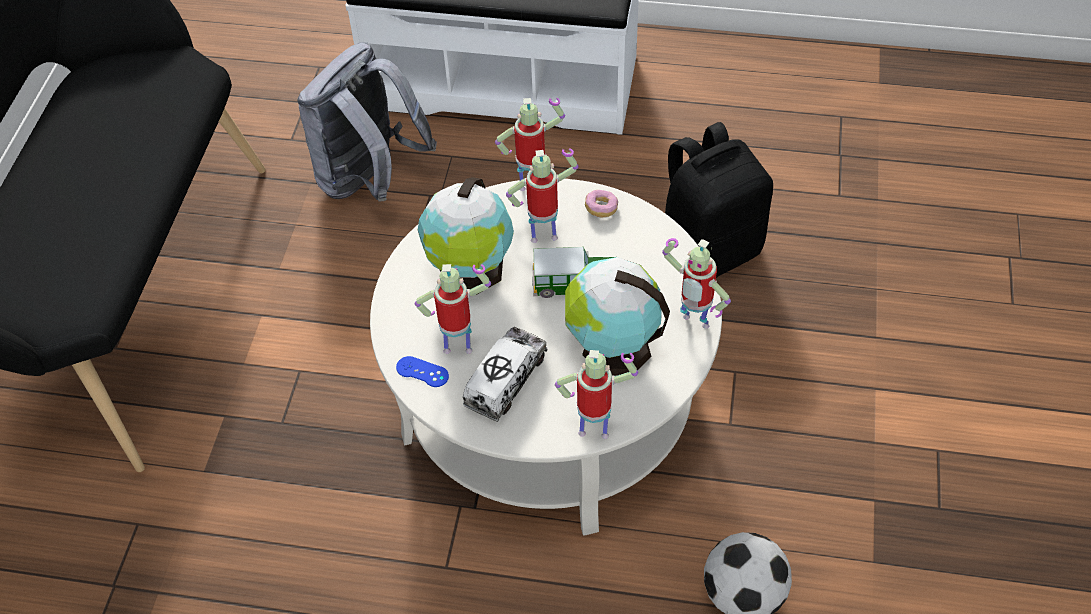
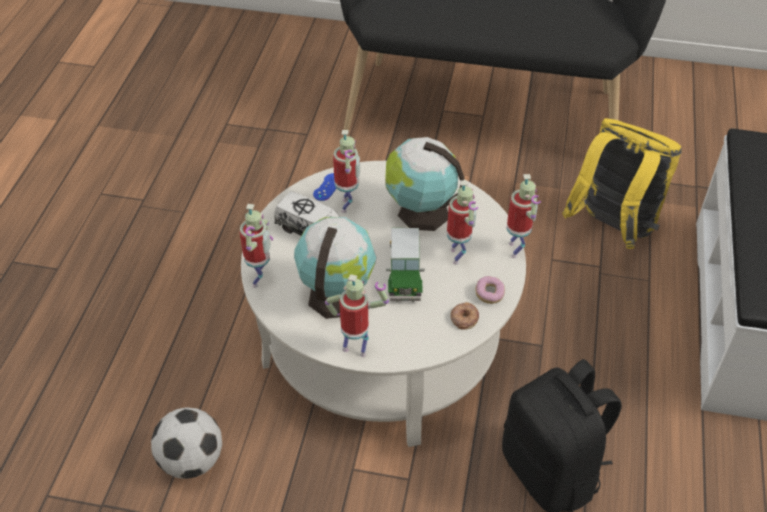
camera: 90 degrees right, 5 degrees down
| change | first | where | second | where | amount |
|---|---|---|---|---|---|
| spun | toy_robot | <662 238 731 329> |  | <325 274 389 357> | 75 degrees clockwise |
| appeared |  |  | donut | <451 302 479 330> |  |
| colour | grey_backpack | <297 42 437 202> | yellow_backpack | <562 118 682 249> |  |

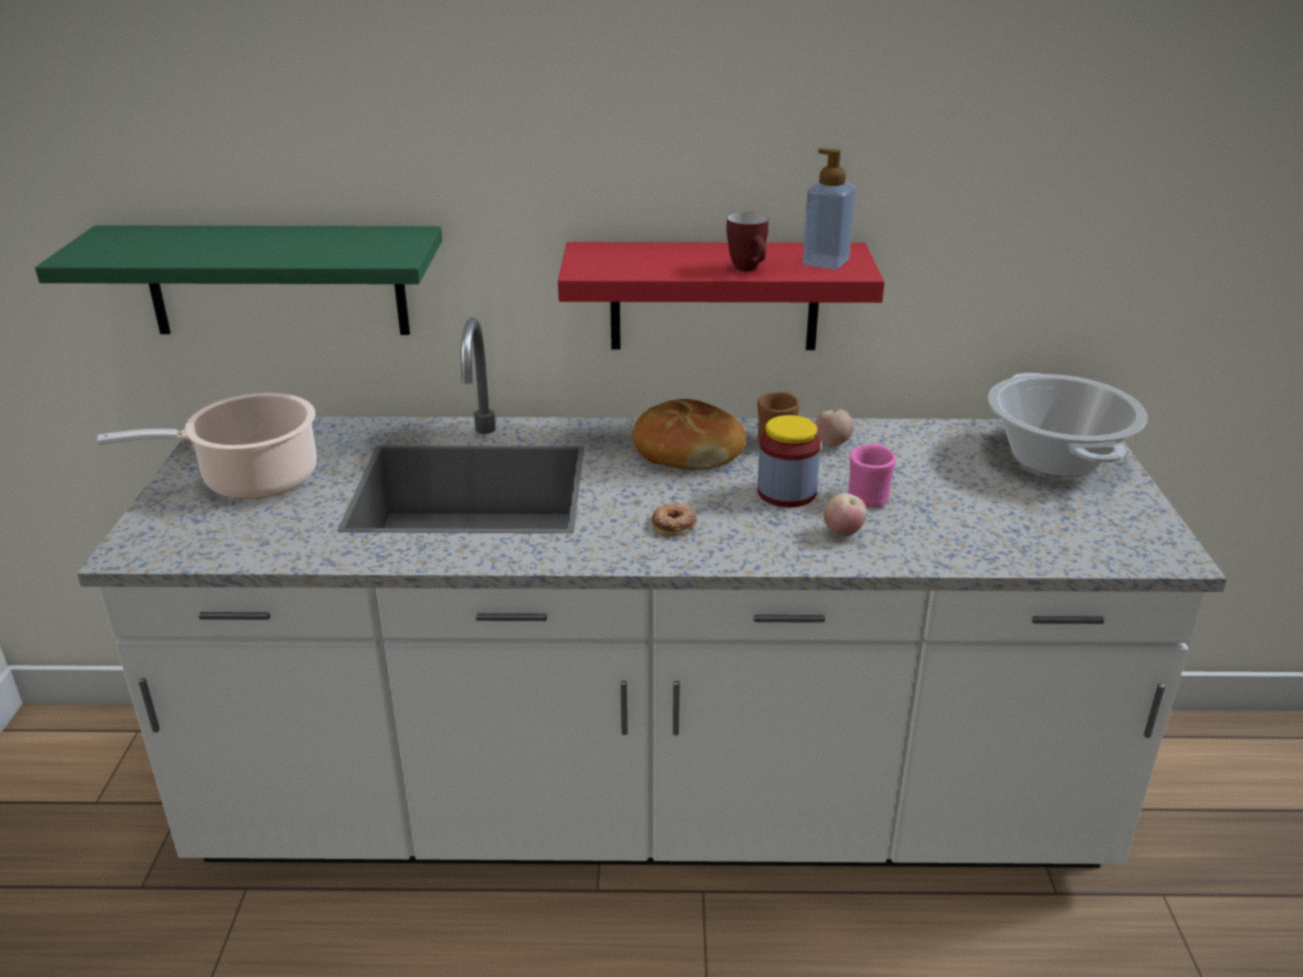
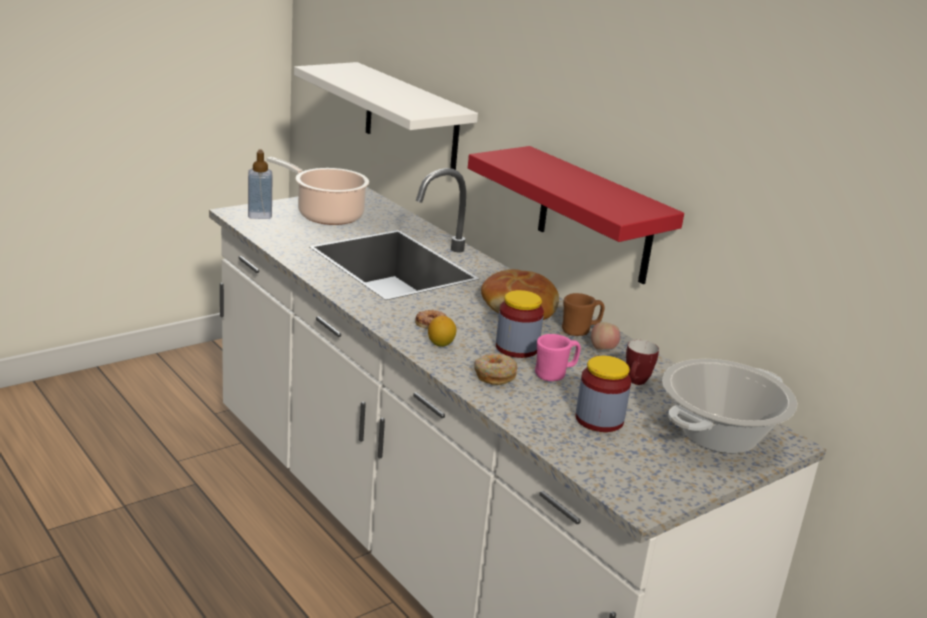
camera: 50 degrees right, 5 degrees down
| change | first | where | second | where | amount |
|---|---|---|---|---|---|
| relocated | soap_dispenser | <802 148 856 270> |  | <248 150 272 219> |  |
| colour | green_shelf | <35 225 442 335> | white_shelf | <294 62 478 170> |  |
| appeared |  |  | lemon | <428 316 456 347> |  |
| exchanged | apple | <824 493 867 536> | donut | <475 353 517 385> |  |
| appeared |  |  | jar | <575 356 631 432> |  |
| relocated | mug | <726 212 769 271> |  | <626 340 659 385> |  |

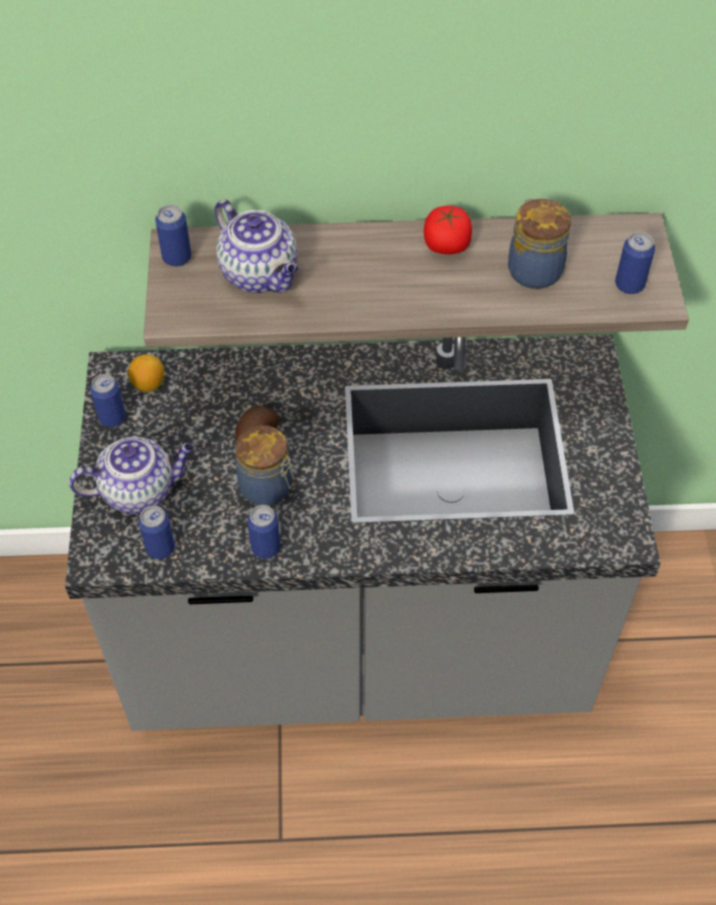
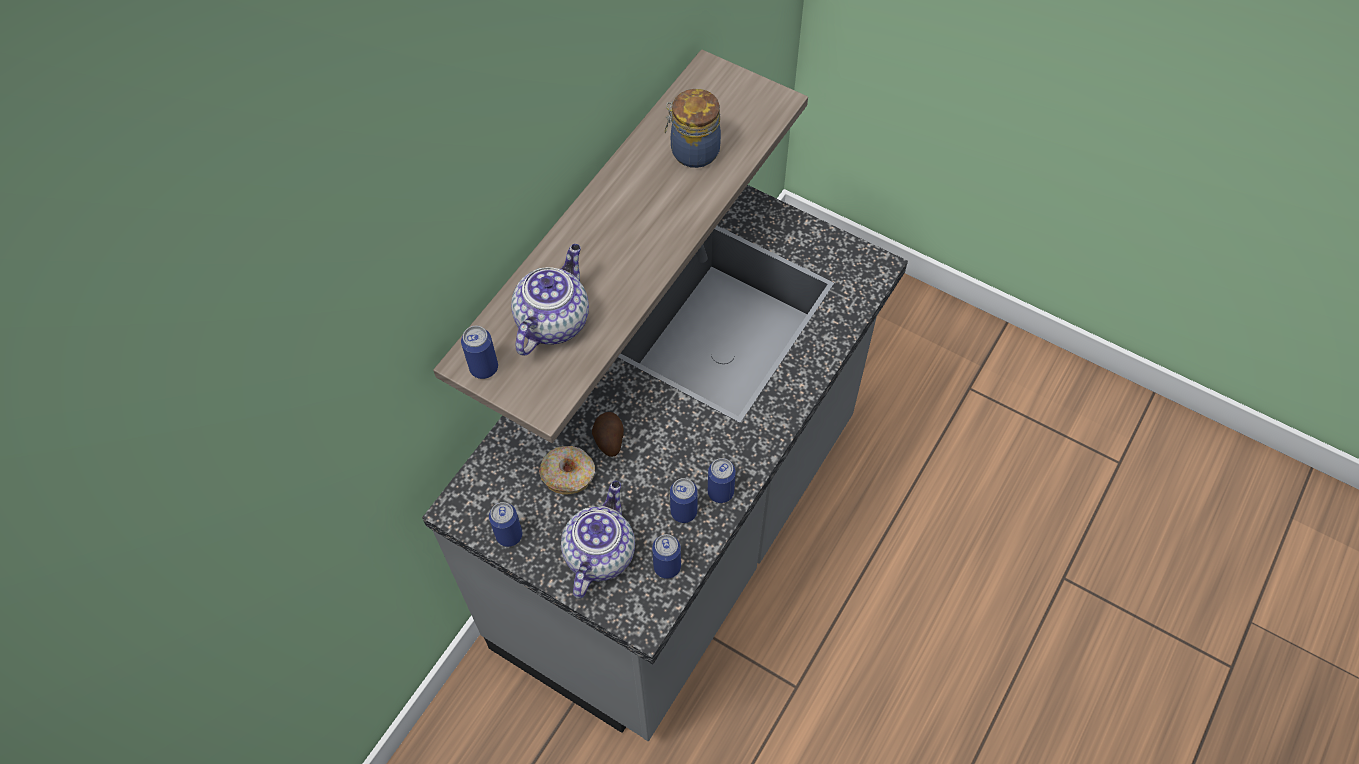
camera: 55 degrees left, 5 degrees up
| change | first | where | second | where | amount |
|---|---|---|---|---|---|
| spun | teapot | <214 199 299 293> |  | <511 244 589 355> | 60 degrees counterclockwise |
| appeared |  |  | donut | <539 446 595 495> |  |
| relocated | can | <615 232 655 294> |  | <670 478 698 523> |  |
| missing | lemon | <128 354 164 392> |  |  |  |
| missing | jar | <235 425 295 506> |  |  |  |
| missing | tomato | <424 206 472 255> |  |  |  |

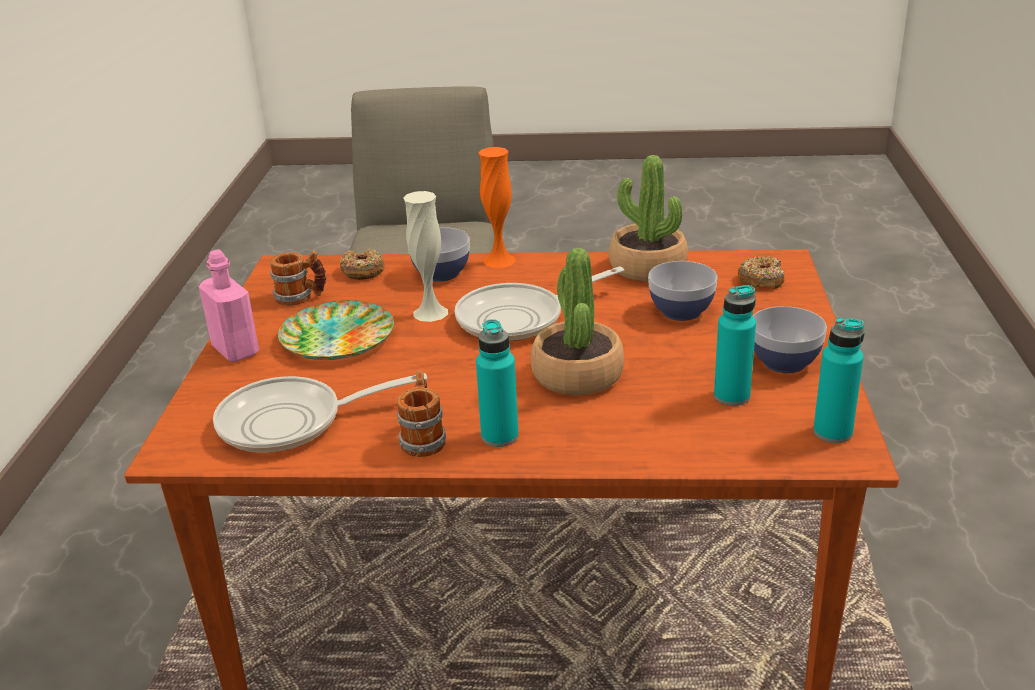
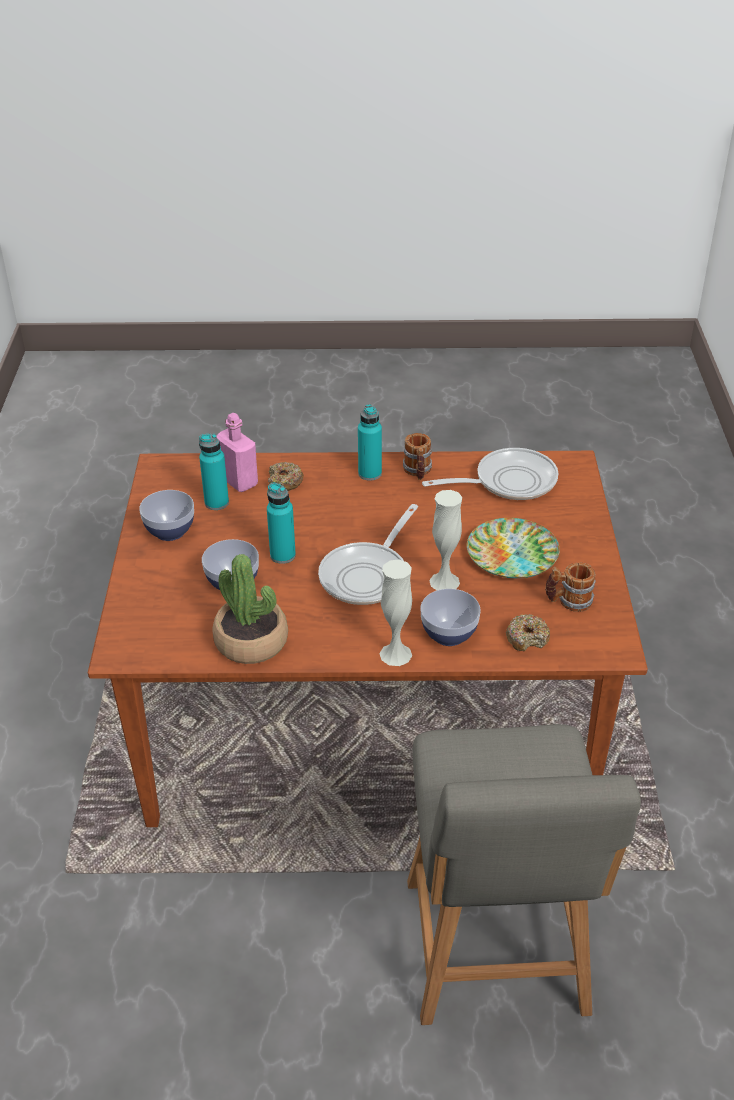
camera: 175 degrees right, 10 degrees up
| change | first | where | second | where | amount |
|---|---|---|---|---|---|
| relocated | pink_bottle | <199 249 259 362> |  | <217 413 258 492> |  |
| relocated | turquoise_bottle | <813 317 865 443> |  | <267 483 296 564> |  |
| relocated | donut | <738 256 784 289> |  | <268 462 304 491> |  |
| spun | frying_pan | <455 266 624 341> |  | <318 504 418 605> | 150 degrees clockwise |
| colour | orange_vase | <479 147 516 268> | white_vase | <379 560 412 666> |  |
| missing | potted_plant | <531 248 624 395> |  |  |  |

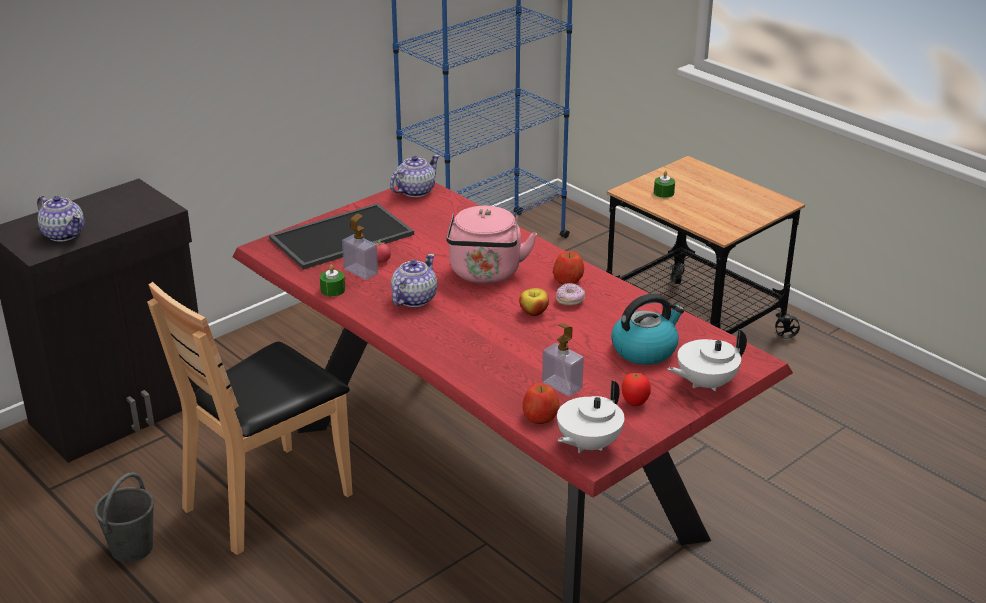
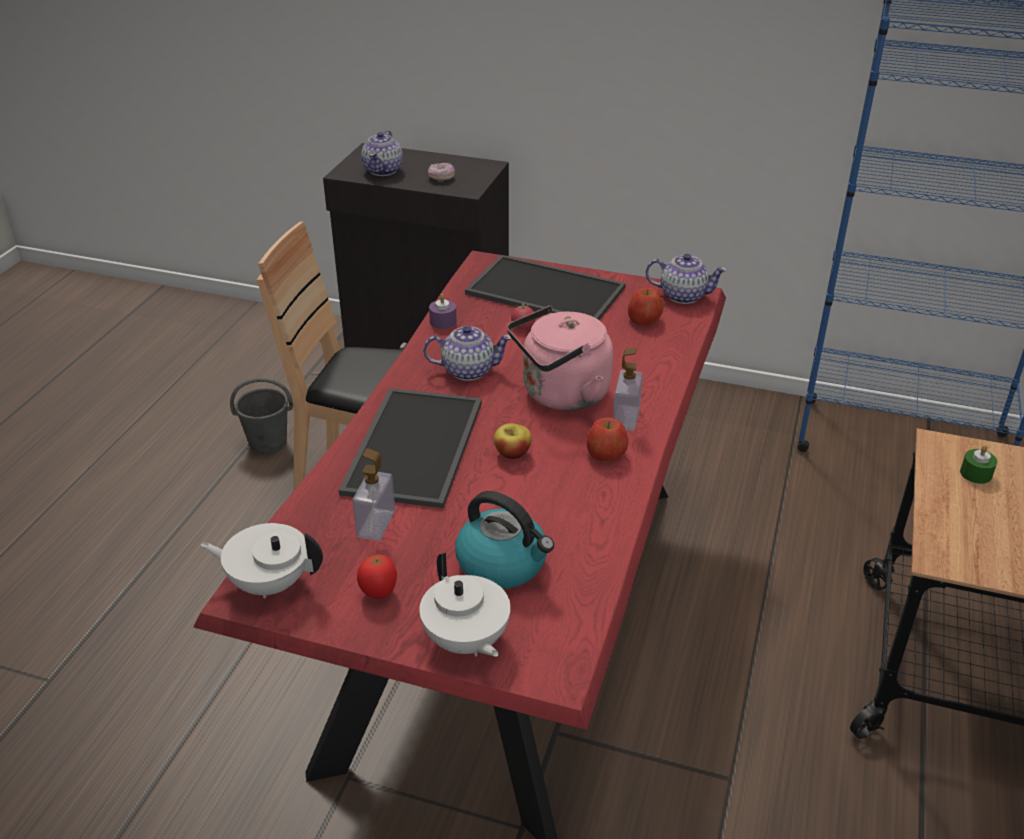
camera: 60 degrees right, 5 degrees up
| change | first | where | second | where | amount |
|---|---|---|---|---|---|
| appeared |  |  | tray | <339 388 482 508> |  |
| spun | white_teapot | <668 329 747 391> |  | <419 553 511 657> | 150 degrees counterclockwise |
| relocated | donut | <556 283 585 306> |  | <428 163 455 180> |  |
| colour | green_candle | <320 264 345 296> | purple_candle | <429 294 457 329> |  |
| relocated | soap_dispenser | <342 213 378 280> |  | <613 348 643 431> |  |
| relocated | apple | <523 383 560 424> |  | <628 287 663 325> |  |

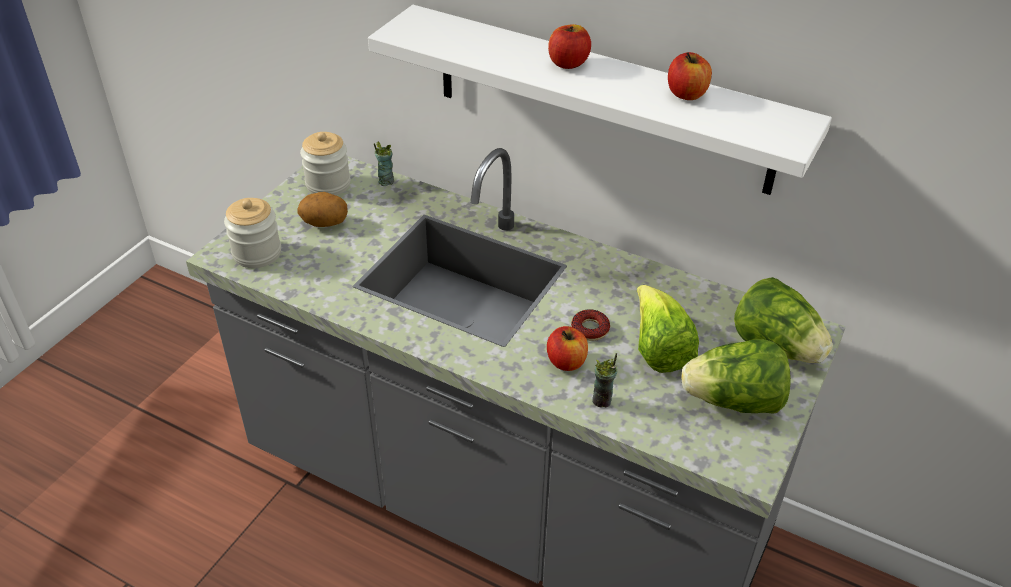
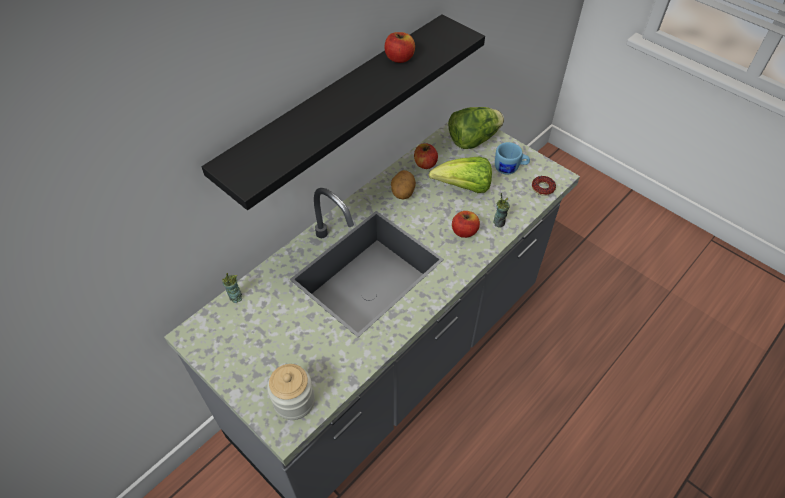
camera: 75 degrees left, 10 degrees up
| change | first | where | second | where | amount |
|---|---|---|---|---|---|
| colour | white_shelf | <368 5 832 195> | black_shelf | <202 14 485 210> |  |
| relocated | potato | <297 192 348 227> |  | <391 170 416 200> |  |
| relocated | apple | <548 24 591 69> |  | <414 143 438 169> |  |
| exchanged | lettuce | <681 339 791 414> | blue_mug | <495 142 530 174> |  |
| relocated | donut | <571 309 610 341> |  | <532 176 556 196> |  |
| missing | jar | <300 132 350 195> |  |  |  |

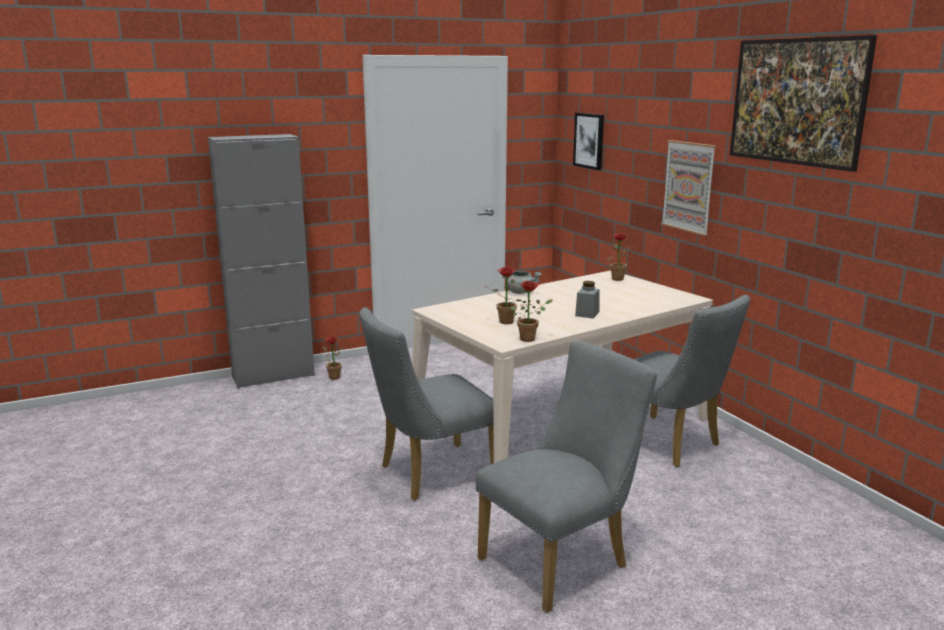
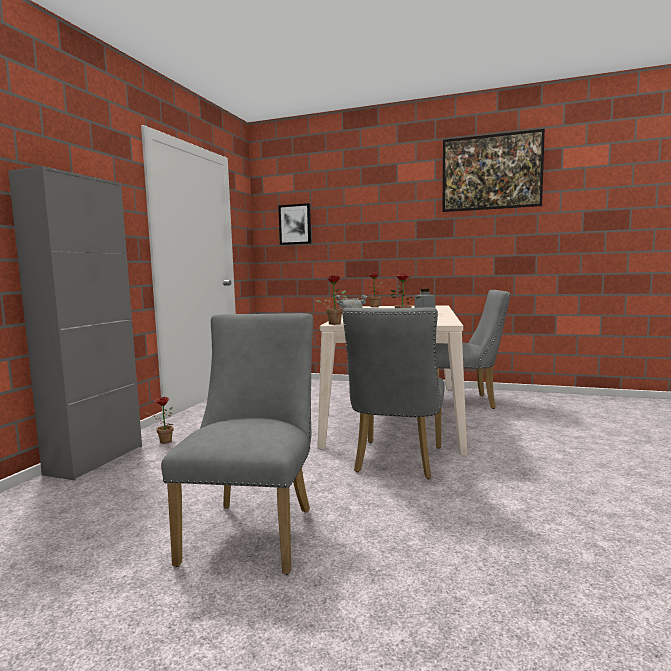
camera: 45 degrees left, 10 degrees down
| change | first | where | second | where | amount |
|---|---|---|---|---|---|
| relocated | grey_chair | <475 341 657 613> |  | <161 313 313 575> |  |
| relocated | potted_plant | <510 281 553 342> |  | <316 275 347 325> |  |
| missing | picture | <661 140 716 236> |  |  |  |

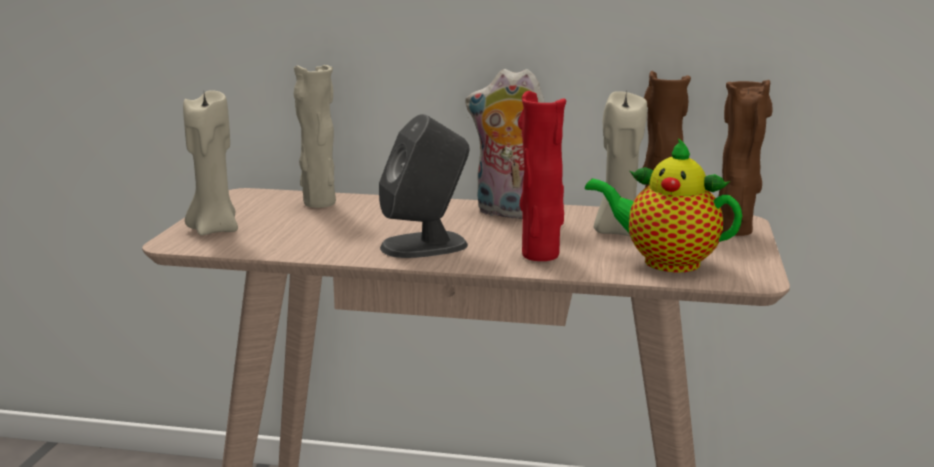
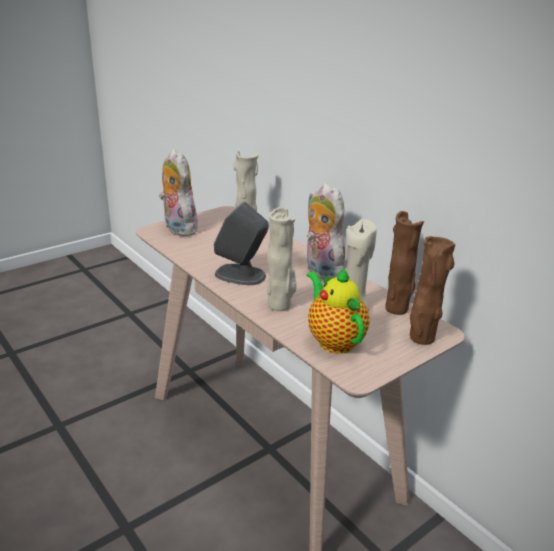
camera: 40 degrees right, 10 degrees up
| change | first | where | second | where | amount |
|---|---|---|---|---|---|
| exchanged | beige_candle | <183 90 238 236> | plush_toy | <159 149 198 236> |  |
| colour | red_vase | <518 91 566 261> | beige_vase | <266 207 296 311> |  |

